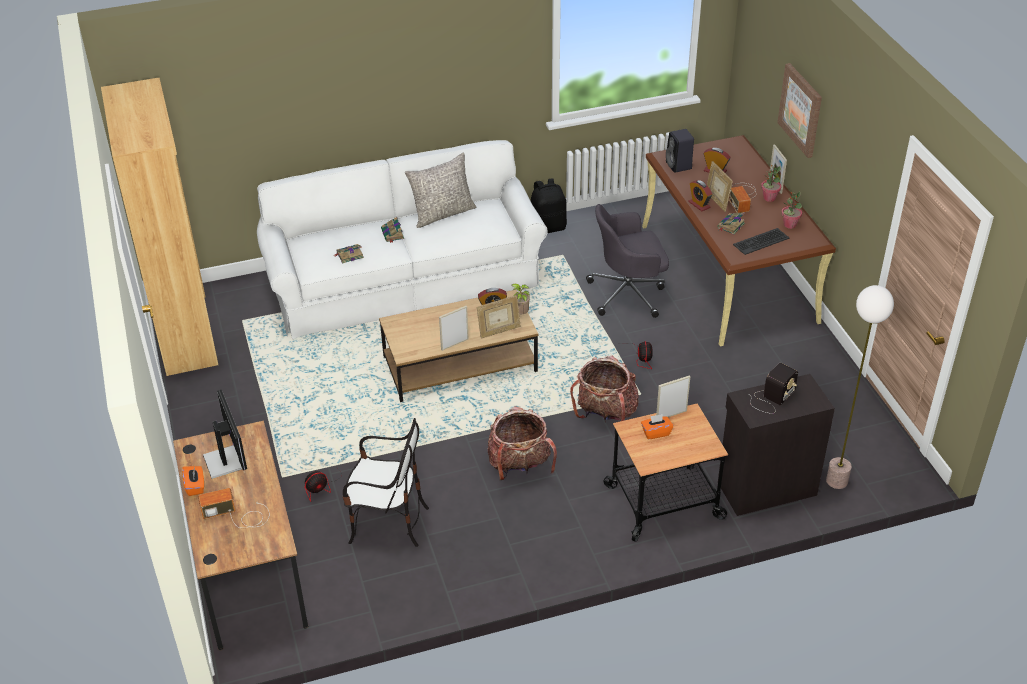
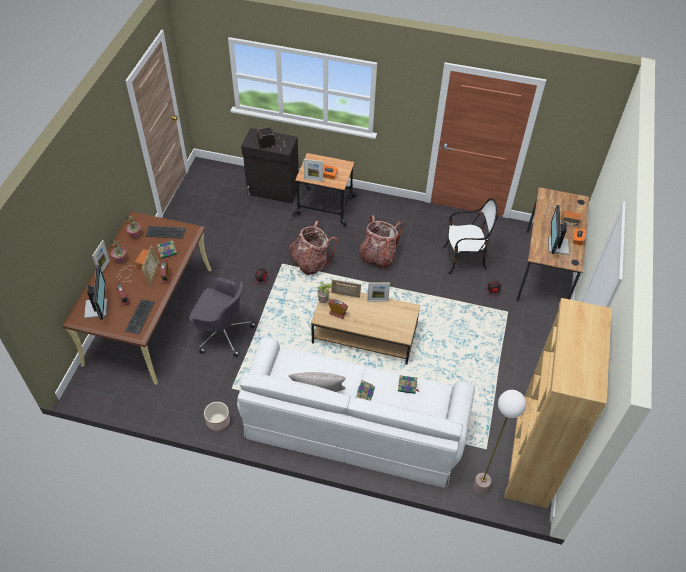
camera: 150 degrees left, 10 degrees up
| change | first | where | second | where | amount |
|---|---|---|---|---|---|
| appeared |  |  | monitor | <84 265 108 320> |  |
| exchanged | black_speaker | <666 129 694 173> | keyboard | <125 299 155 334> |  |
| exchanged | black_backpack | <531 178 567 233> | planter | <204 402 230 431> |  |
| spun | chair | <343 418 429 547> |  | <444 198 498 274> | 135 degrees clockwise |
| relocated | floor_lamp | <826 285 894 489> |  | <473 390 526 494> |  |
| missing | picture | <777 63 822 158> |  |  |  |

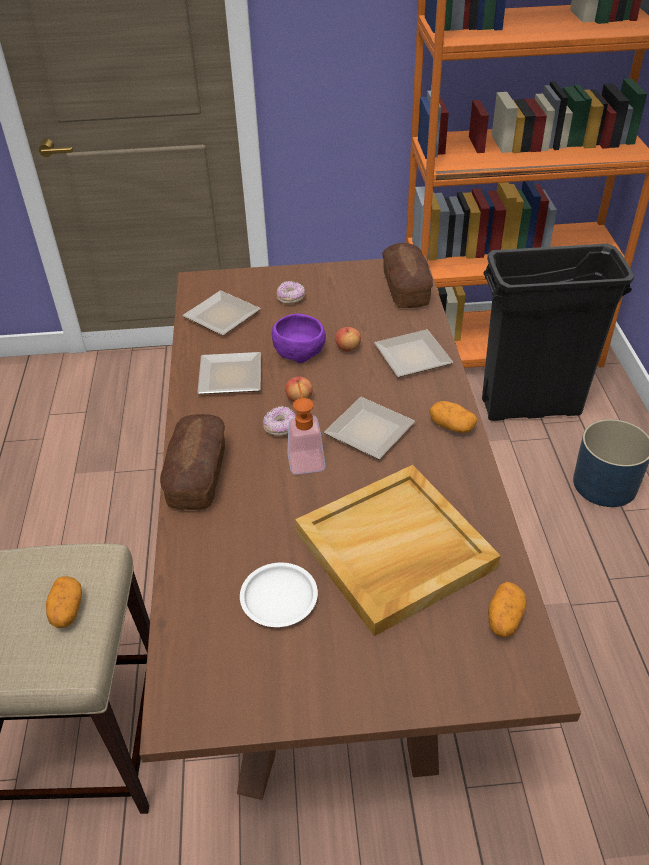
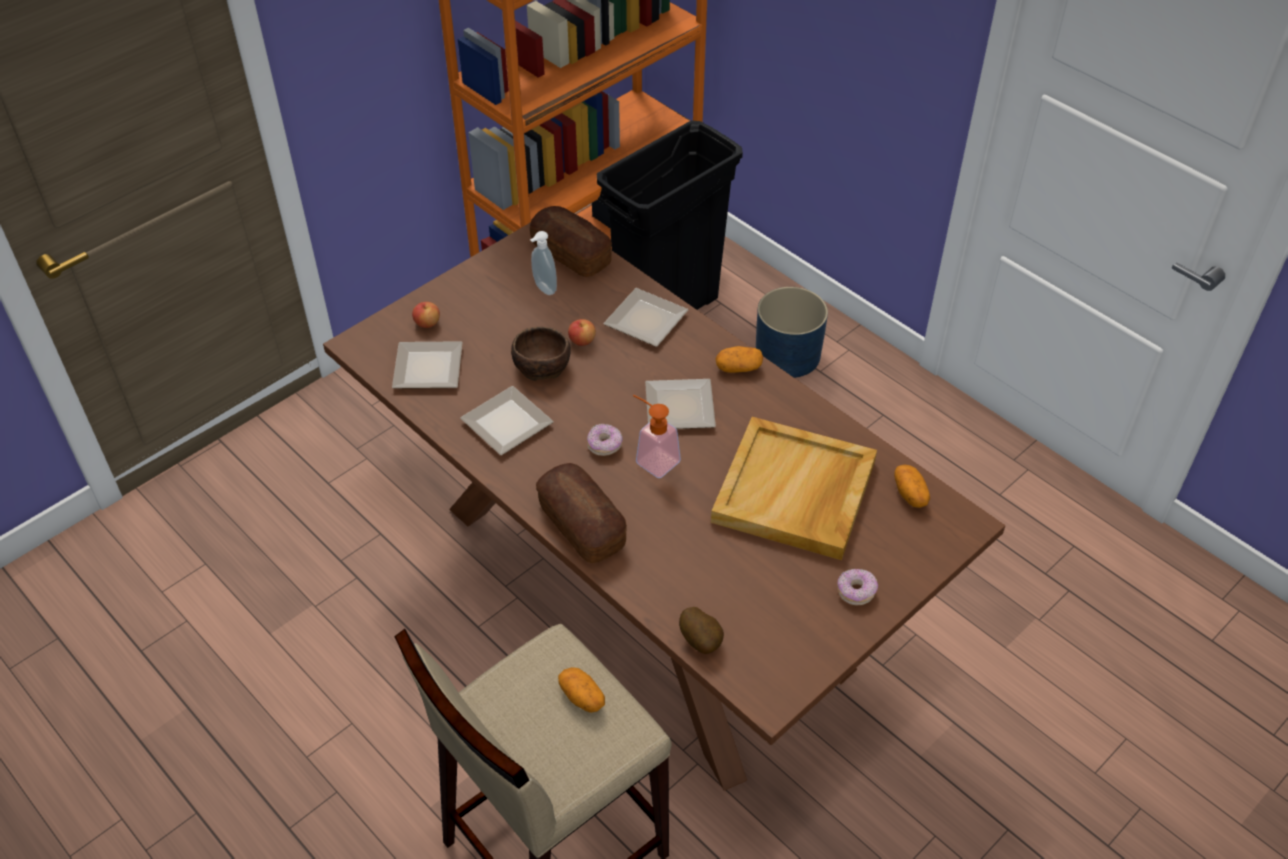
camera: 40 degrees left, 5 degrees up
| change | first | where | second | where | amount |
|---|---|---|---|---|---|
| relocated | apple | <285 377 313 402> |  | <412 302 440 328> |  |
| colour | purple_bowl | <272 314 326 363> | brown_bowl | <511 327 571 381> |  |
| appeared |  |  | soap_dispenser | <530 231 557 295> |  |
| appeared |  |  | potato | <679 607 724 654> |  |
| relocated | donut | <277 281 305 304> |  | <837 568 878 606> |  |
| missing | white_plate | <240 563 318 627> |  |  |  |

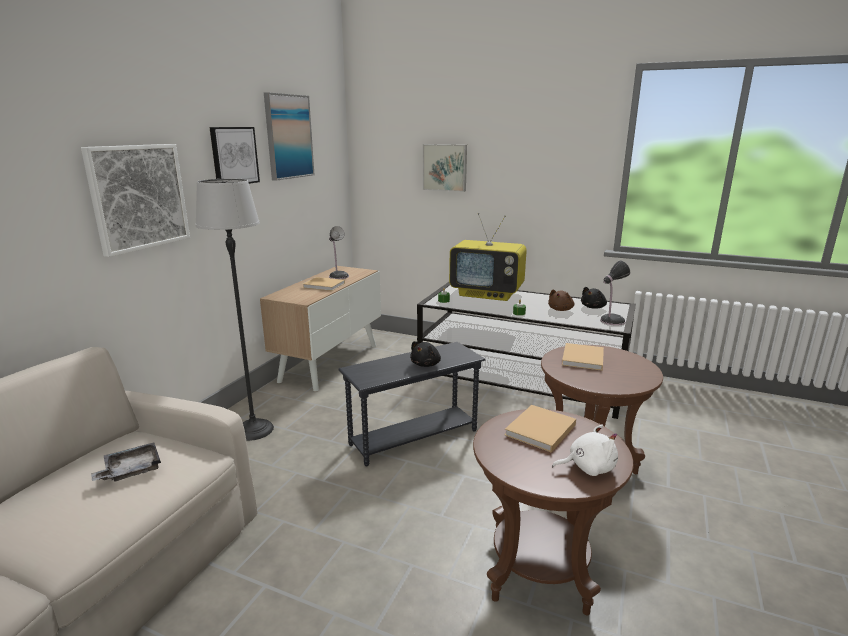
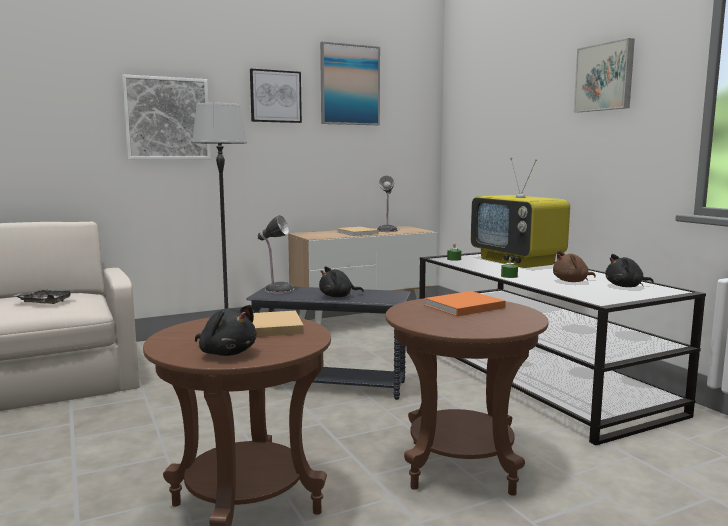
camera: 40 degrees right, 10 degrees down
| change | first | where | second | where | amount |
|---|---|---|---|---|---|
| colour | white_plush_toy | <552 425 618 476> | black_plush_toy | <195 305 257 356> |  |
| relocated | table_lamp | <600 260 630 326> |  | <257 215 294 294> |  |
| colour | beige_book | <562 343 604 371> | orange_book | <424 291 506 317> |  |
| relocated | picture | <423 144 467 192> |  | <574 38 635 112> |  |

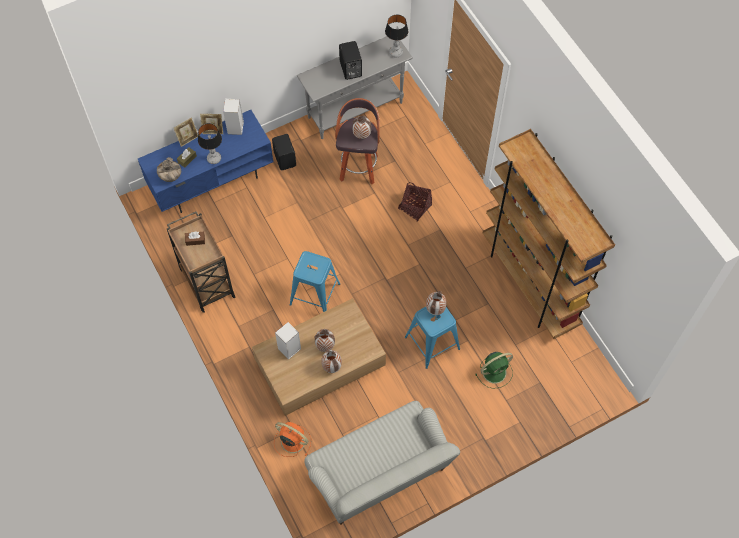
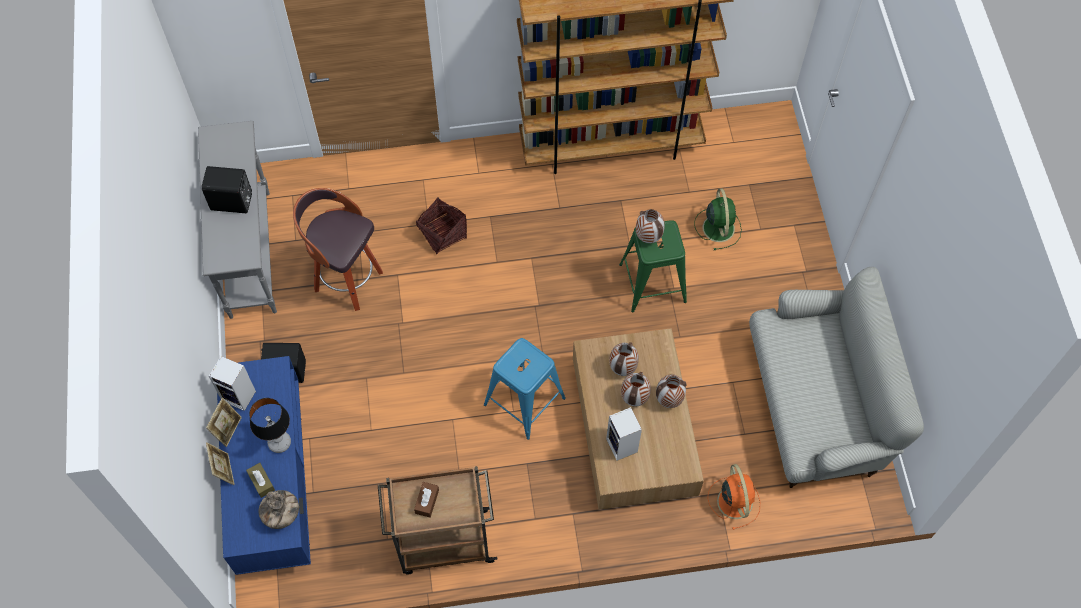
camera: 70 degrees left, 0 degrees up
| change | first | where | second | where | amount |
|---|---|---|---|---|---|
| relocated | vase | <352 115 371 139> |  | <609 342 639 376> |  |
| colour | blue_stool | <405 307 460 369> | green_stool | <619 220 687 312> |  |
| spun | orange_fan | <274 422 311 457> |  | <708 464 760 530> | 120 degrees clockwise |
| missing | table_lamp | <385 15 408 58> |  |  |  |

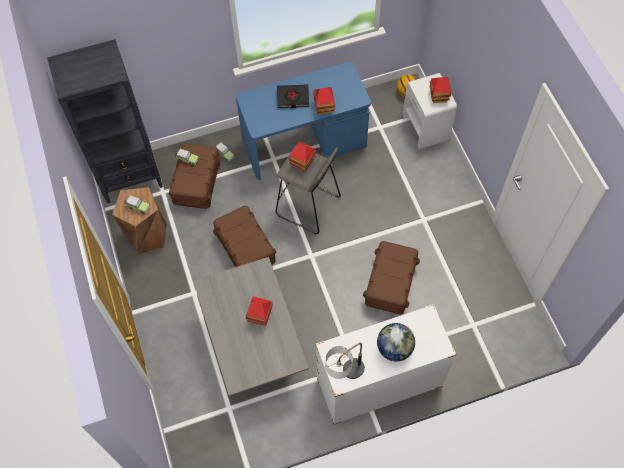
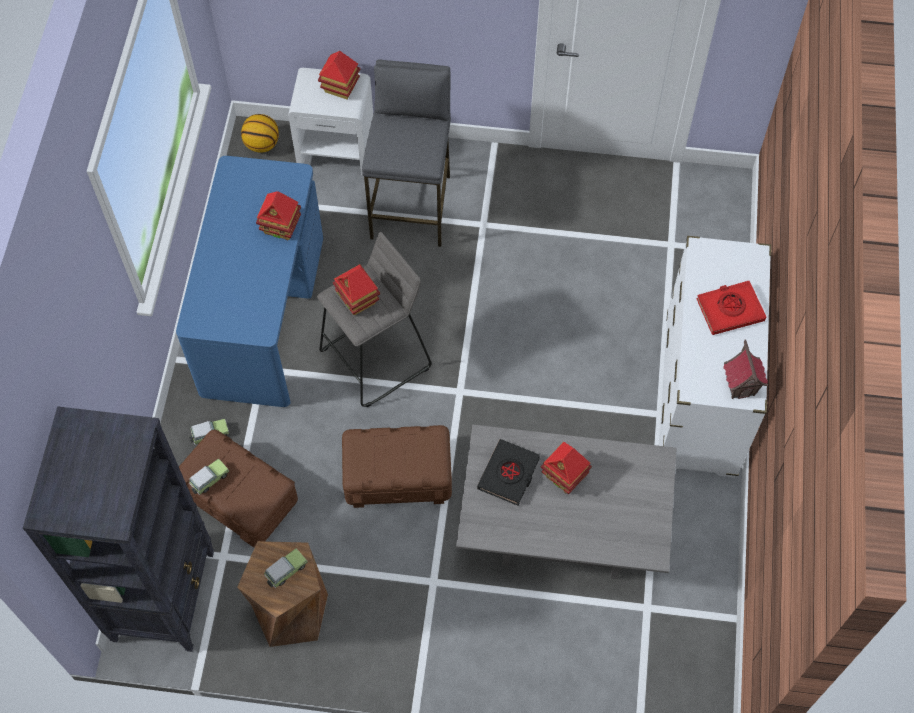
camera: 65 degrees left, 0 degrees up
| change | first | where | second | where | amount |
|---|---|---|---|---|---|
| appeared |  |  | grey_stool | <362 59 451 247> |  |
| relocated | black_book | <277 84 309 108> |  | <477 439 540 505> |  |
| exchanged | globe | <377 323 415 361> | red_book | <696 281 766 335> |  |
| exchanged | table_lamp | <326 343 365 379> | toy_house | <723 339 768 399> |  |
| missing | brown_storage_box | <363 241 420 314> |  |  |  |

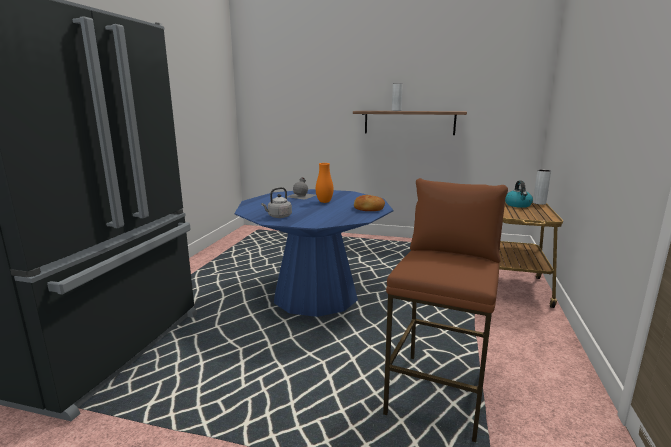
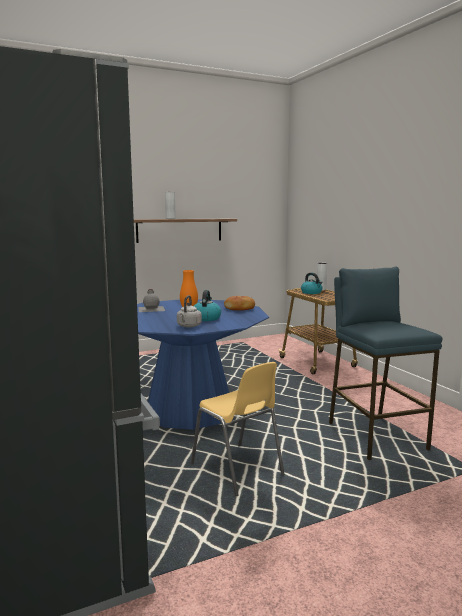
camera: 40 degrees left, 5 degrees down
| change | first | where | second | where | amount |
|---|---|---|---|---|---|
| appeared |  |  | yellow_chair | <191 362 285 496> |  |
| appeared |  |  | kettle | <194 290 221 321> |  |
| colour | brown_stool | <383 178 508 442> | blue_stool | <329 266 443 460> |  |

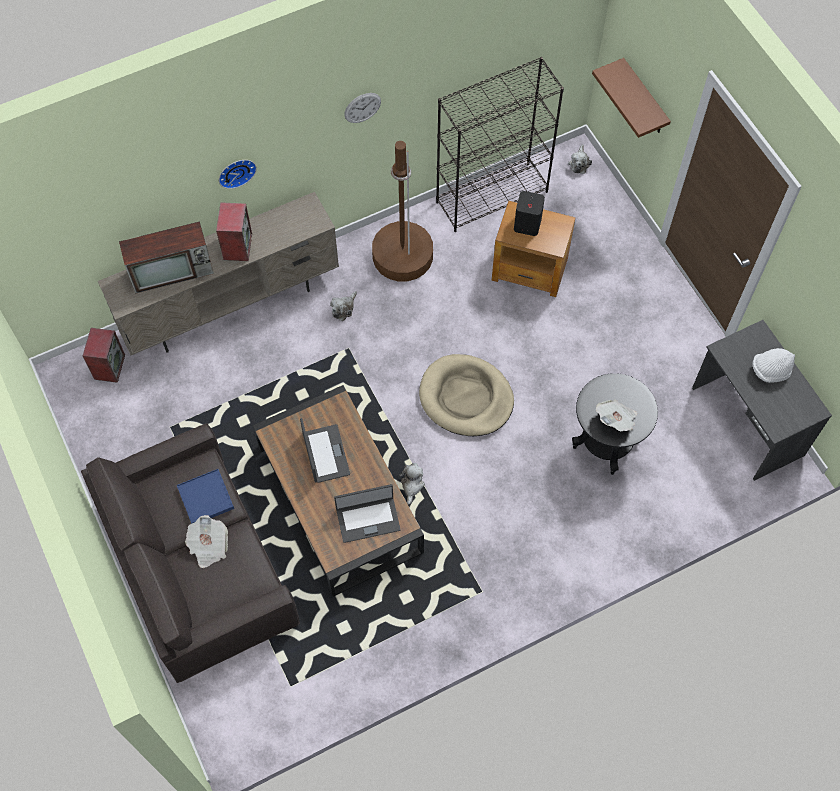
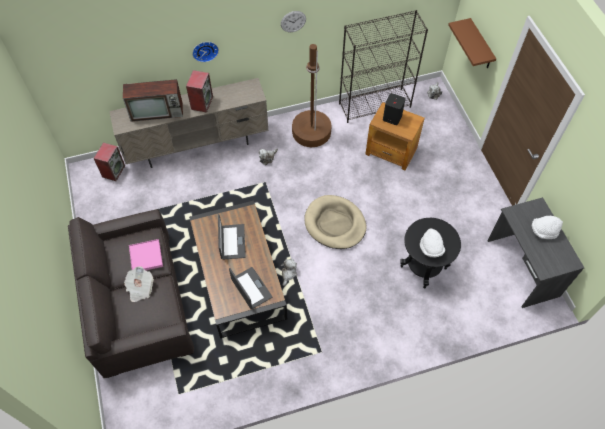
camera: 10 degrees right, 5 degrees down
| change | first | where | second | where | amount |
|---|---|---|---|---|---|
| colour | blue_tray | <177 469 234 524> | pink_tray | <129 239 163 270> |  |
| spun | laptop | <334 484 401 543> |  | <229 267 272 309> | 120 degrees counterclockwise |
| exchanged | newspaper | <596 399 637 431> | white_hat | <420 228 445 258> |  |

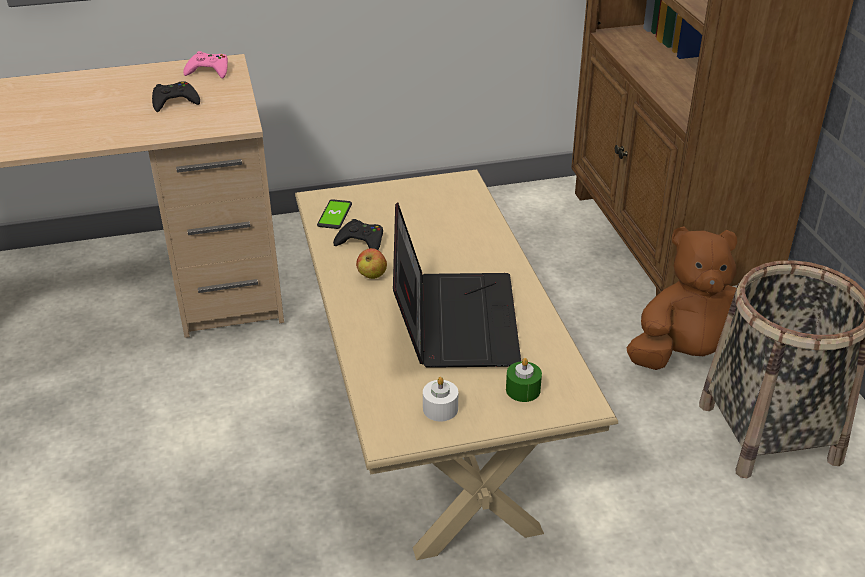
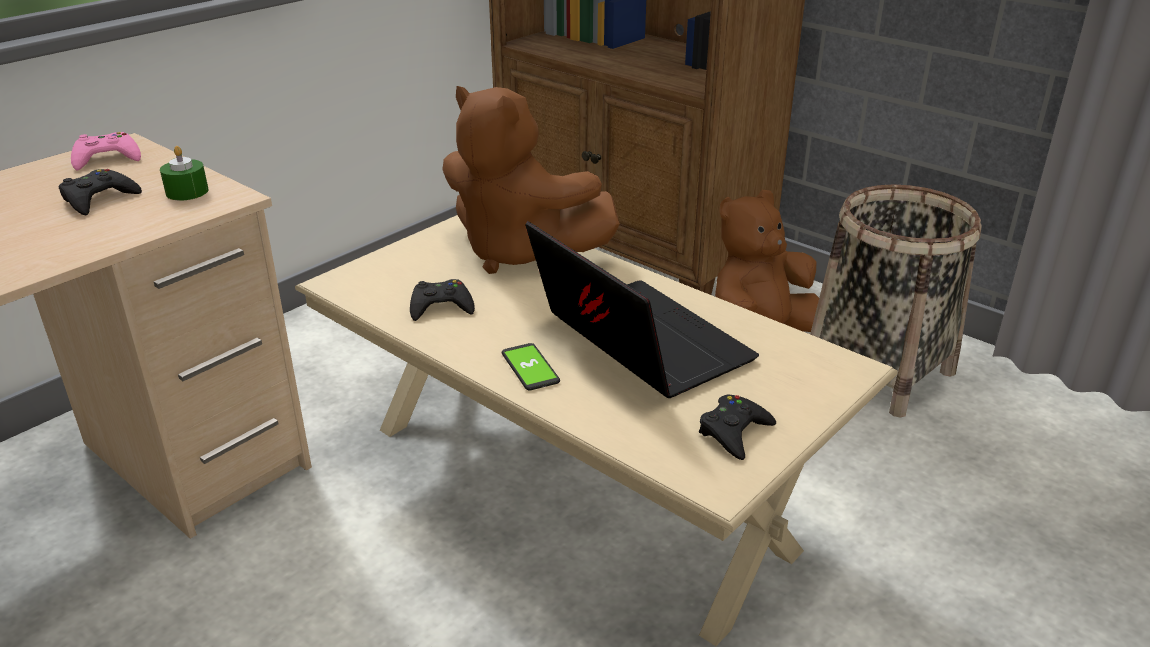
camera: 35 degrees left, 5 degrees down
| change | first | where | second | where | amount |
|---|---|---|---|---|---|
| relocated | green_candle | <506 358 542 402> |  | <160 146 209 200> |  |
| appeared |  |  | brown_plush_toy | <442 86 620 274> |  |
| relocated | phone | <317 199 352 229> |  | <502 343 560 390> |  |
| exchanged | white_candle | <423 377 458 422> | black_game_controller | <699 394 776 460> |  |
| missing | apple | <356 248 387 279> |  |  |  |

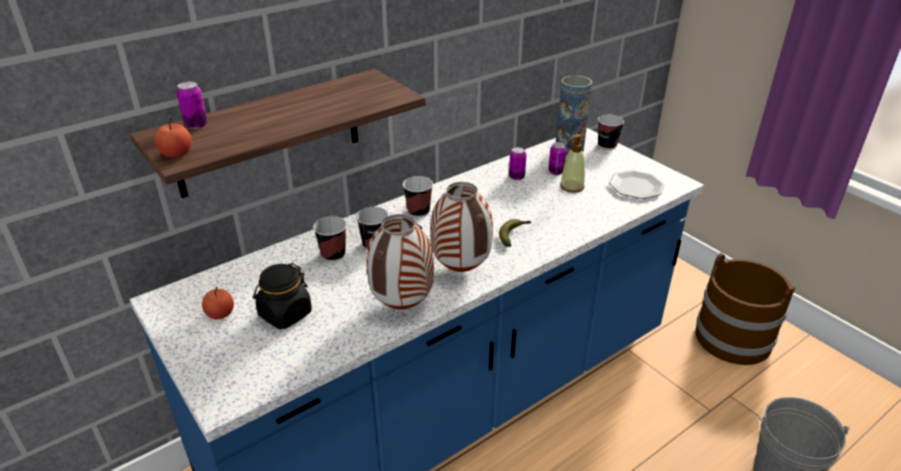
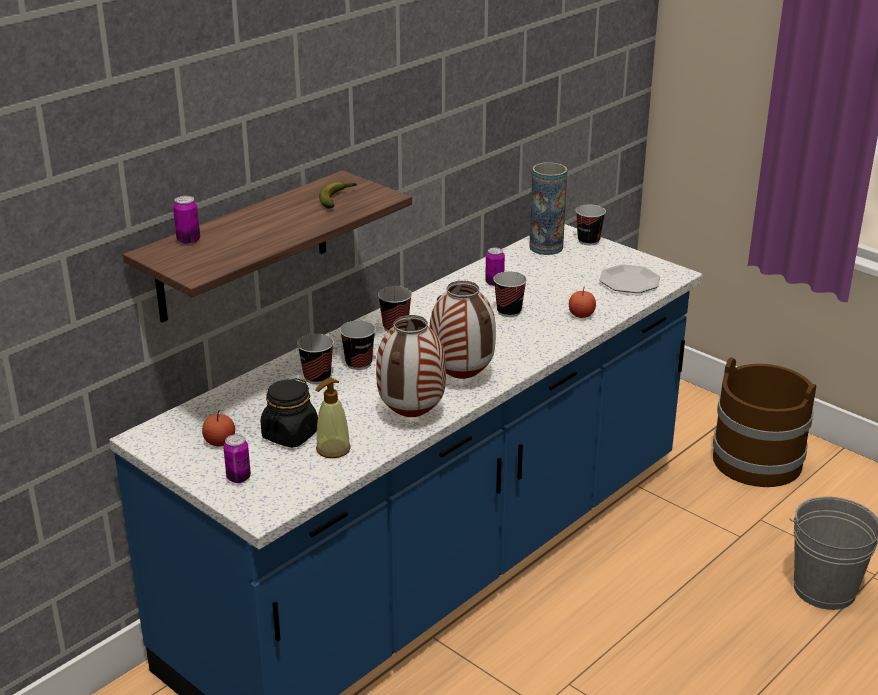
camera: 10 degrees left, 5 degrees down
| change | first | where | second | where | amount |
|---|---|---|---|---|---|
| relocated | can | <548 142 567 175> |  | <223 434 251 483> |  |
| relocated | soap_dispenser | <560 134 585 193> |  | <315 378 351 458> |  |
| relocated | banana | <499 219 531 247> |  | <319 182 357 208> |  |
| appeared |  |  | cup | <493 271 527 317> |  |
| relocated | apple | <155 118 192 158> |  | <569 286 596 318> |  |

